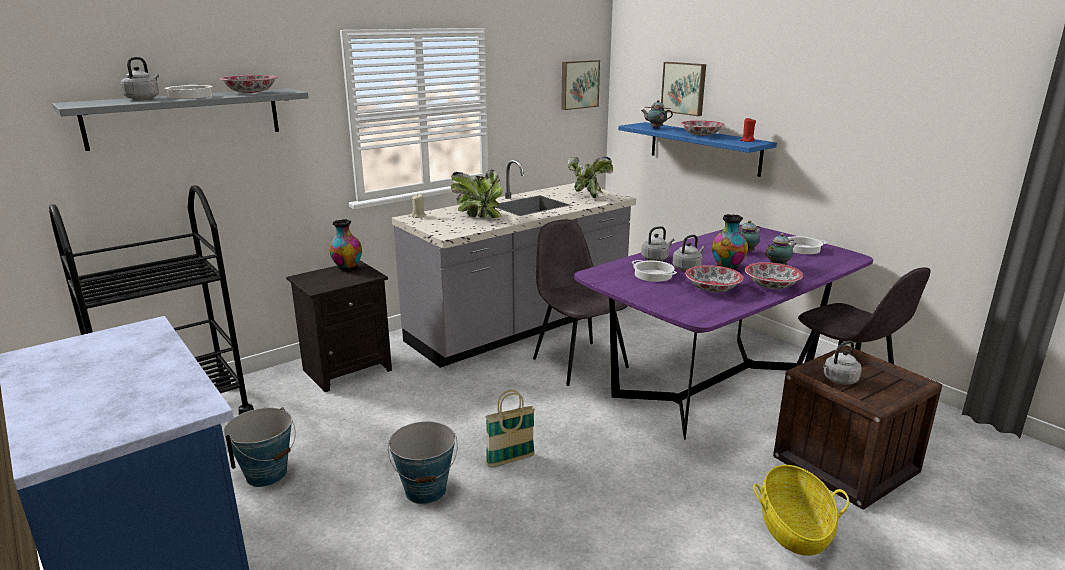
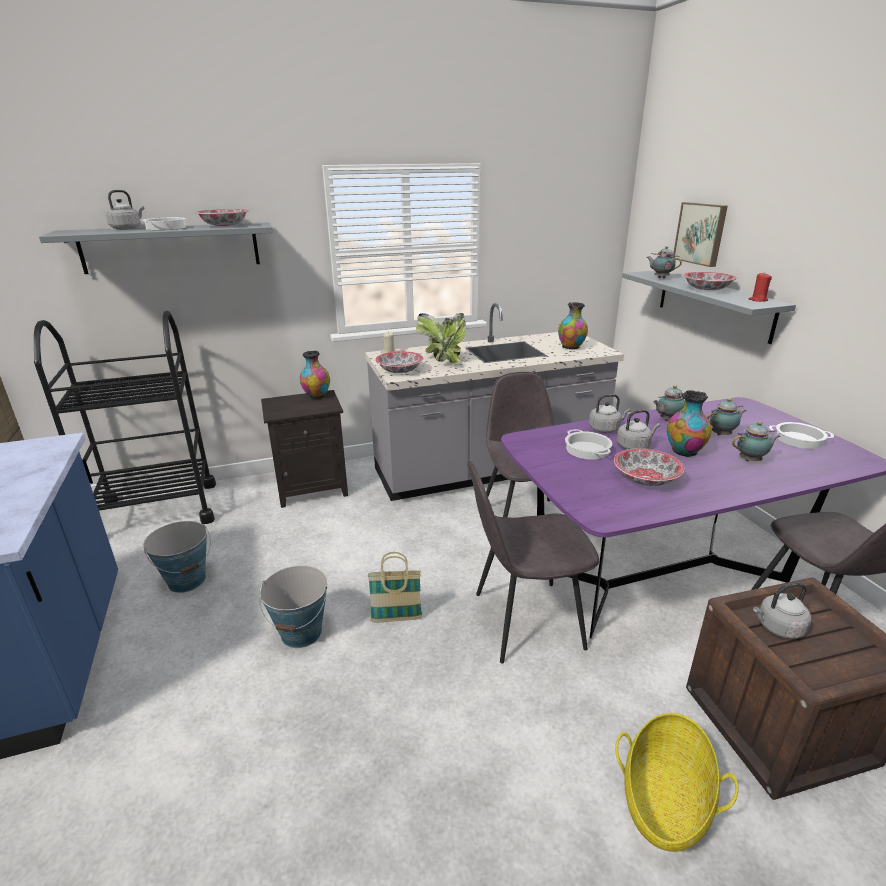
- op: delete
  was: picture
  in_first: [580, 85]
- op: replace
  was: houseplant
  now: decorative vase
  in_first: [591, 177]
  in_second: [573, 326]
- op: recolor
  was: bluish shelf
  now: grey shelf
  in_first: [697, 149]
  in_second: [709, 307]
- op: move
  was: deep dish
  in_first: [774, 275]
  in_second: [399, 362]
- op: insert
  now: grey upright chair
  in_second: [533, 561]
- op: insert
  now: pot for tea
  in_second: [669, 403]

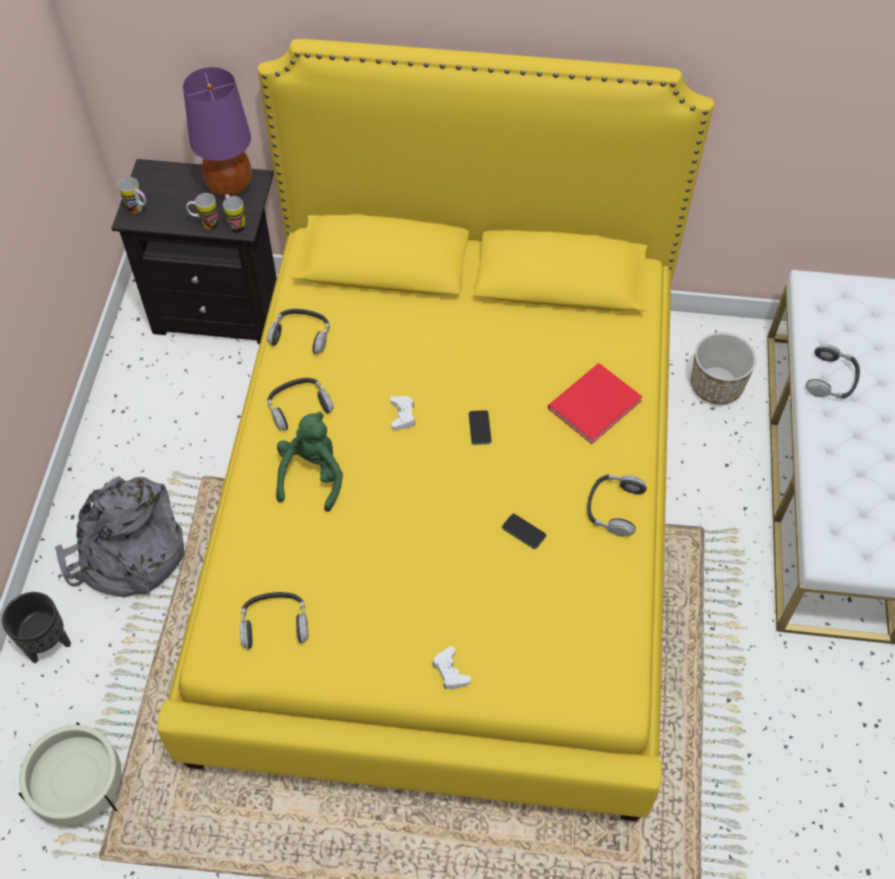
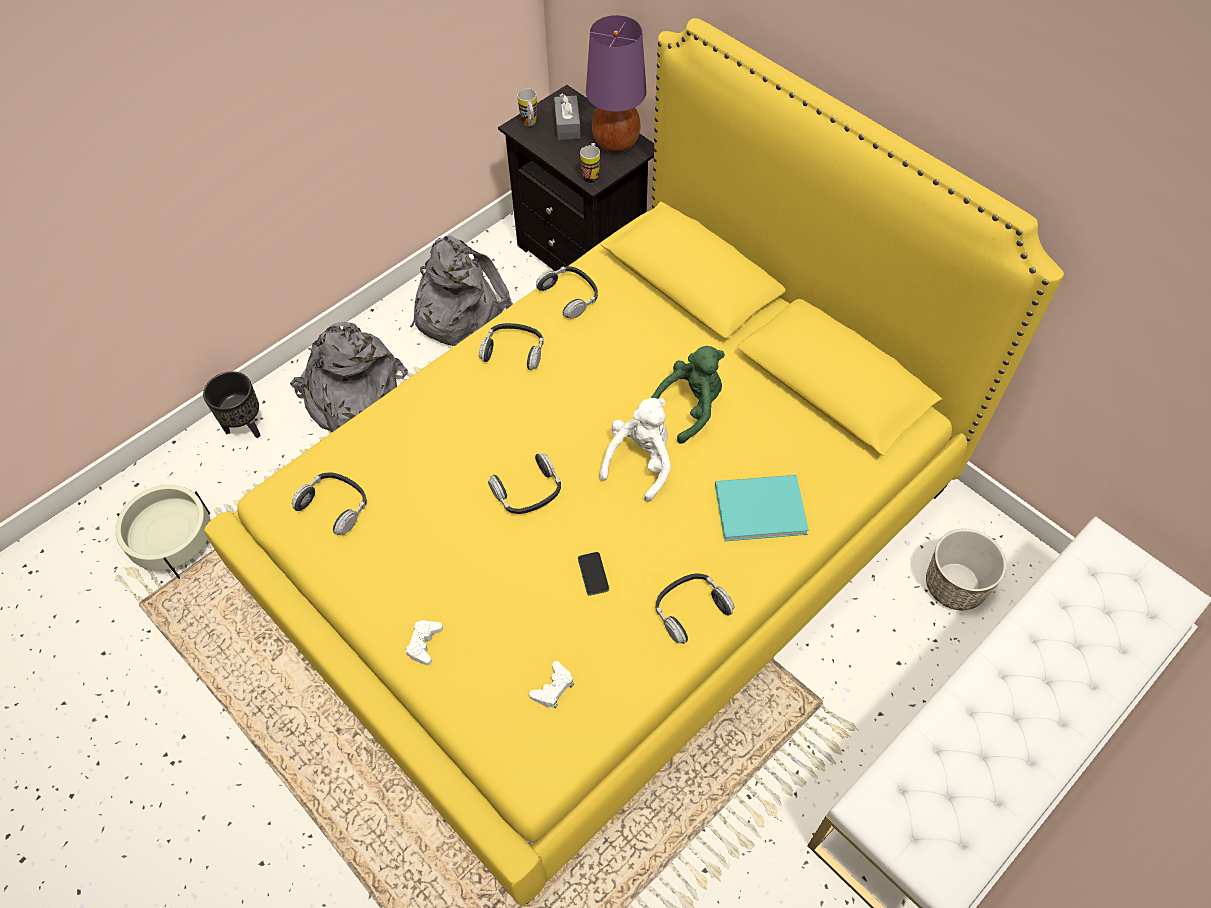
- op: delete
  was: tea mug
  in_first: [202, 211]
- op: move
  was: green cuddly toy
  in_first: [309, 462]
  in_second: [688, 395]
- op: move
  was: white-coloured game controller
  in_first: [402, 413]
  in_second: [551, 684]
- op: replace
  was: handset
  now: white-coloured cuddly toy
  in_first: [480, 427]
  in_second: [635, 450]
- op: recolor
  was: red bound book
  now: turquoise bound book
  in_first: [595, 403]
  in_second: [762, 508]
- op: move
  was: headphones
  in_first: [832, 371]
  in_second: [524, 483]
- op: insert
  now: grey rucksack
  in_second: [461, 291]
- op: insert
  now: grey box of tissues
  in_second: [567, 116]

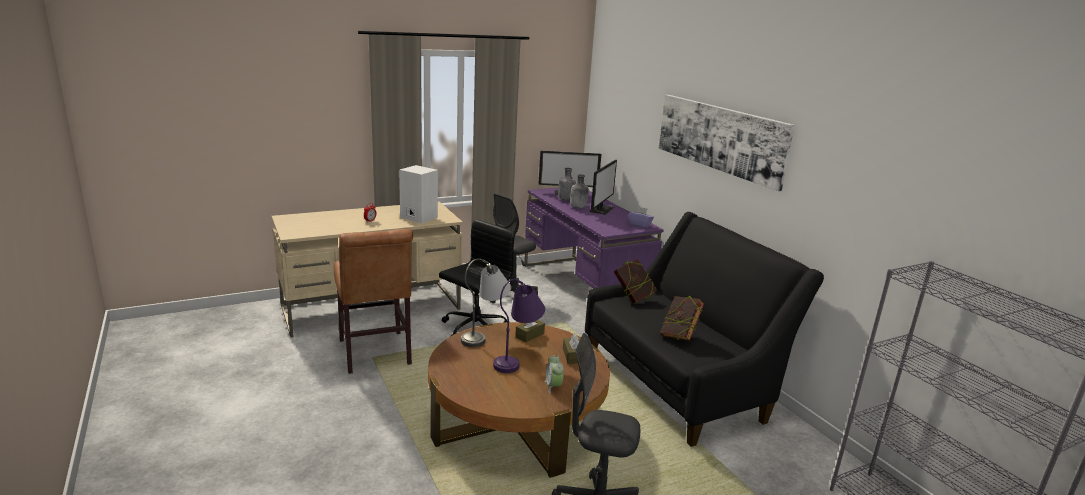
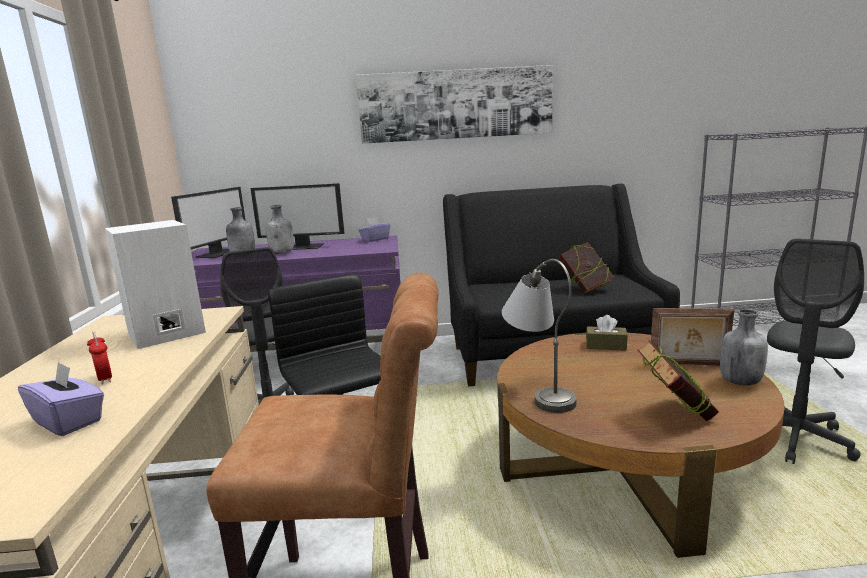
- op: delete
  was: purplish tabletop lamp
  in_first: [519, 326]
- op: delete
  was: brown-coloured box of tissues
  in_first: [530, 331]
- op: replace
  was: bedside clock
  now: picture frame
  in_first: [554, 374]
  in_second: [692, 336]
- op: rotate
  was: computer screen
  in_first: [603, 187]
  in_second: [297, 216]
  clockwise: 135
- op: move
  was: bound book
  in_first: [635, 281]
  in_second: [678, 381]
- op: insert
  now: purplish box of tissues
  in_second: [61, 398]
- op: insert
  now: grey drink bottle
  in_second: [744, 347]

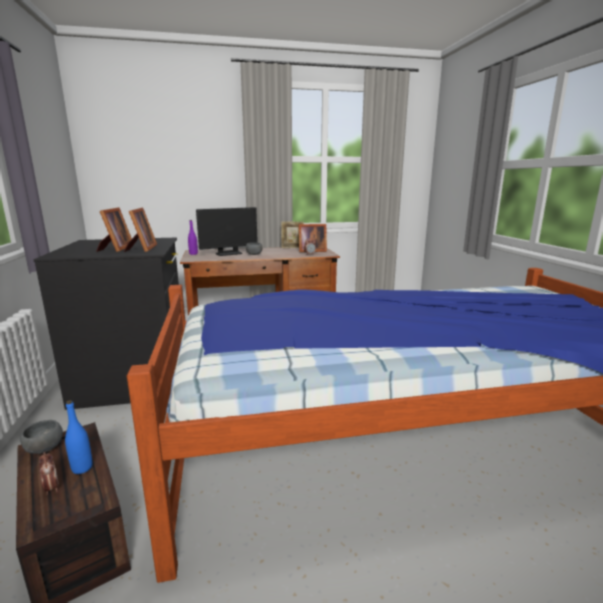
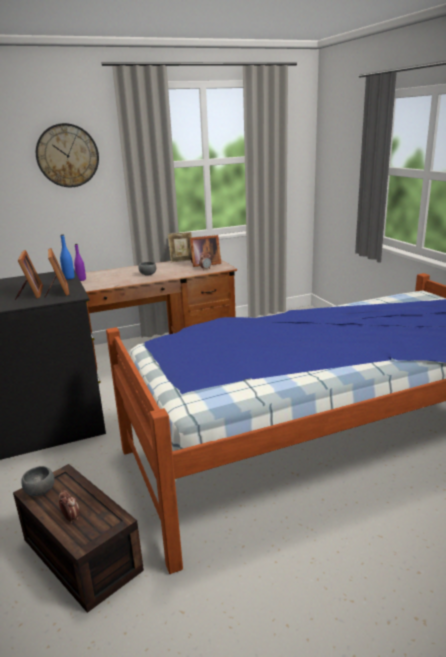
- op: move
  was: bluish drink bottle
  in_first: [79, 437]
  in_second: [67, 257]
- op: delete
  was: computer screen
  in_first: [227, 231]
- op: insert
  now: clock on the wall
  in_second: [67, 155]

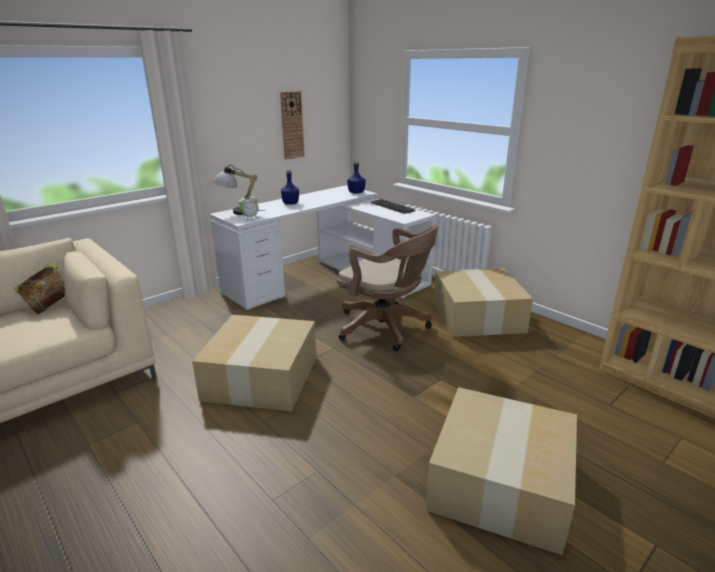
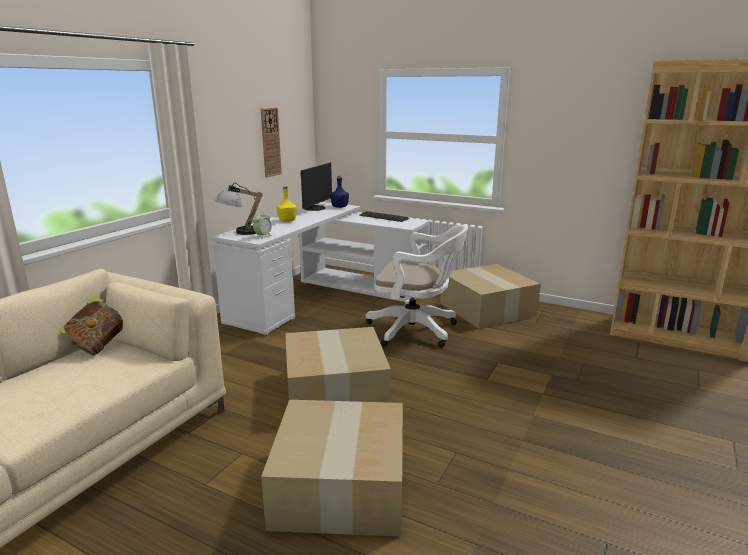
- op: recolor
  was: bluish drink bottle
  now: yellowish drink bottle
  in_first: [290, 187]
  in_second: [287, 204]
- op: recolor
  was: brown-coloured desk chair
  now: white-coloured desk chair
  in_first: [387, 288]
  in_second: [417, 286]
- op: move
  was: carton
  in_first: [501, 471]
  in_second: [332, 468]
- op: insert
  now: computer screen
  in_second: [316, 187]

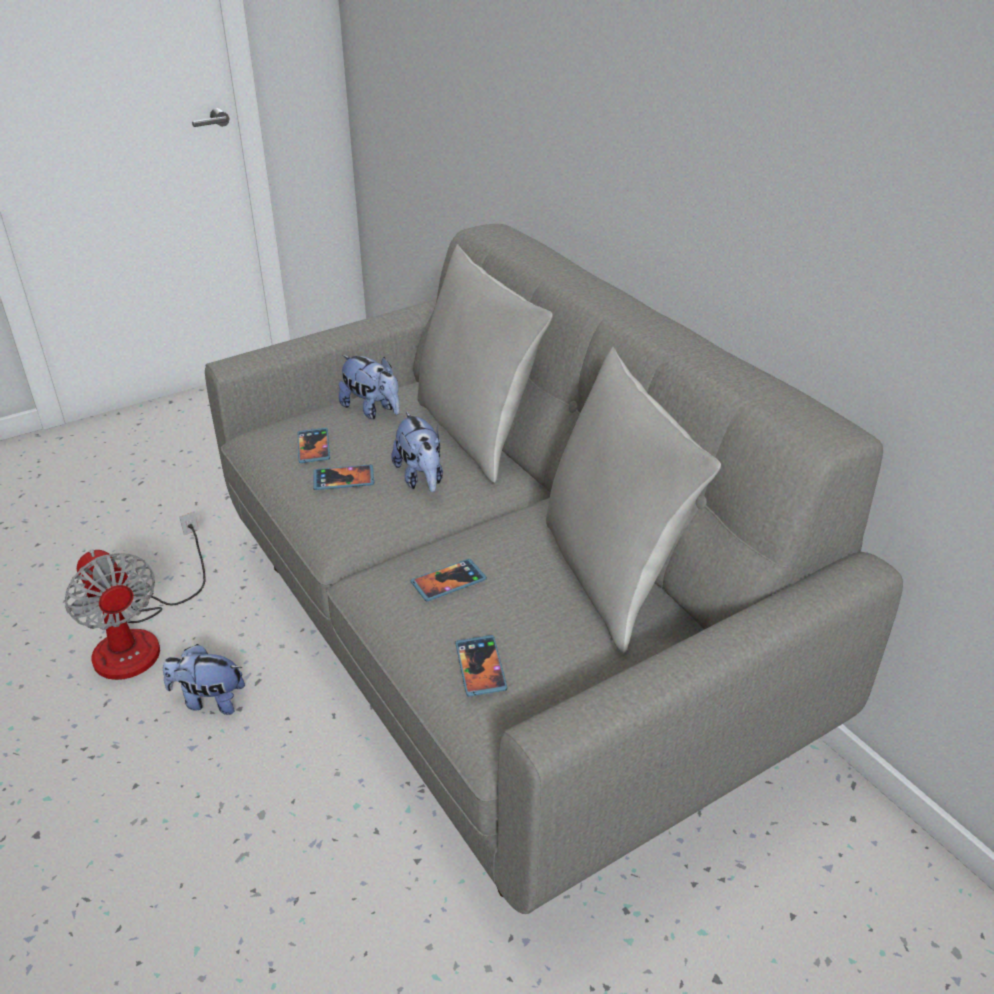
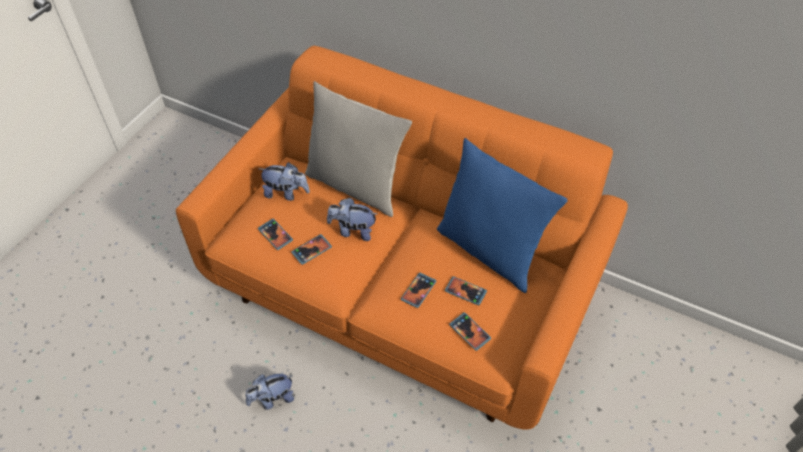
- op: delete
  was: electric fan
  in_first: [135, 595]
- op: recolor
  was: grey settee
  now: orange-coloured settee
  in_first: [554, 569]
  in_second: [402, 238]
- op: rotate
  was: cuddly toy
  in_first: [417, 451]
  in_second: [352, 219]
  clockwise: 150
- op: recolor
  was: grey throw pillow
  now: bluish throw pillow
  in_first: [633, 500]
  in_second: [502, 215]
- op: insert
  now: handset
  in_second: [466, 290]

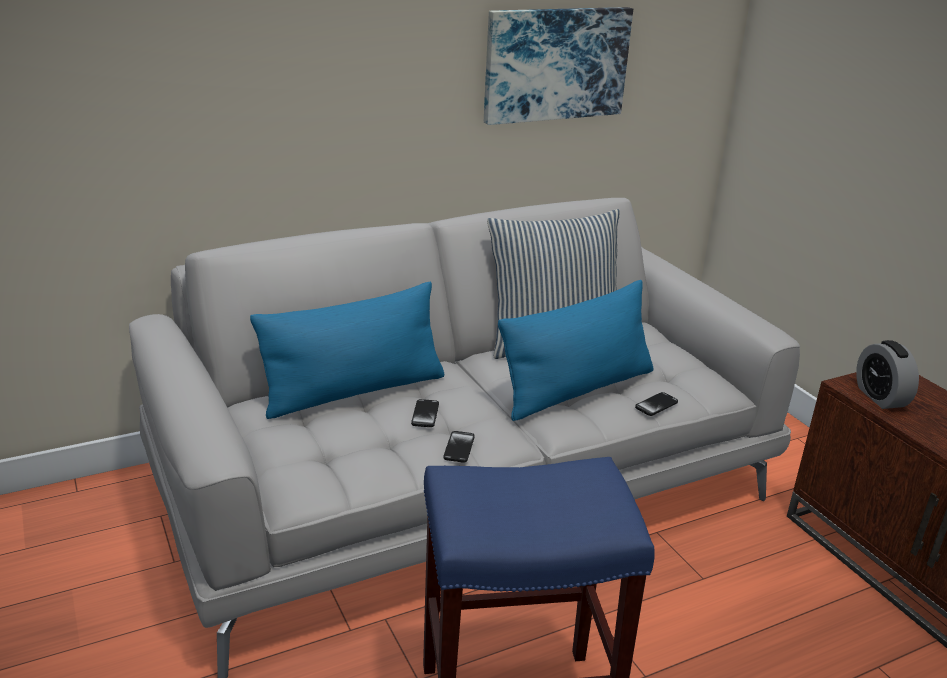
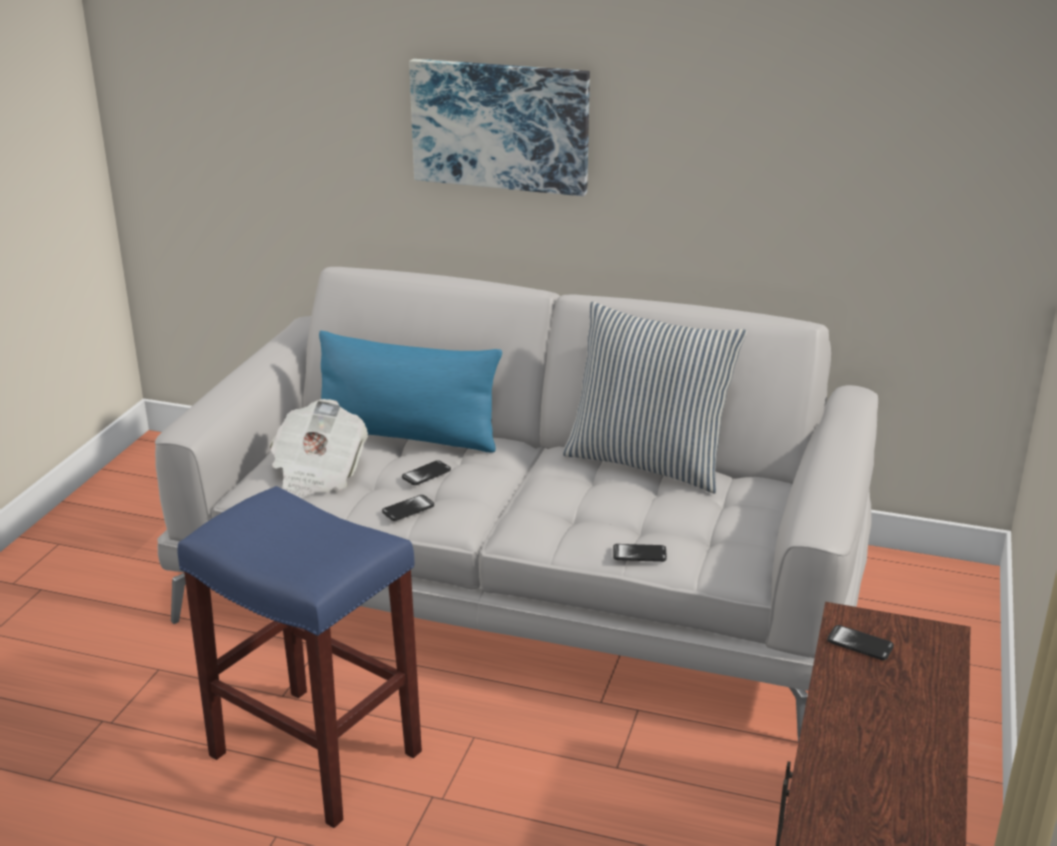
- op: move
  was: picture
  in_first: [558, 66]
  in_second: [499, 127]
- op: delete
  was: bluish throw pillow
  in_first: [576, 350]
- op: replace
  was: bedside clock
  now: handset
  in_first: [887, 374]
  in_second: [860, 642]
- op: insert
  now: daily paper
  in_second: [319, 448]

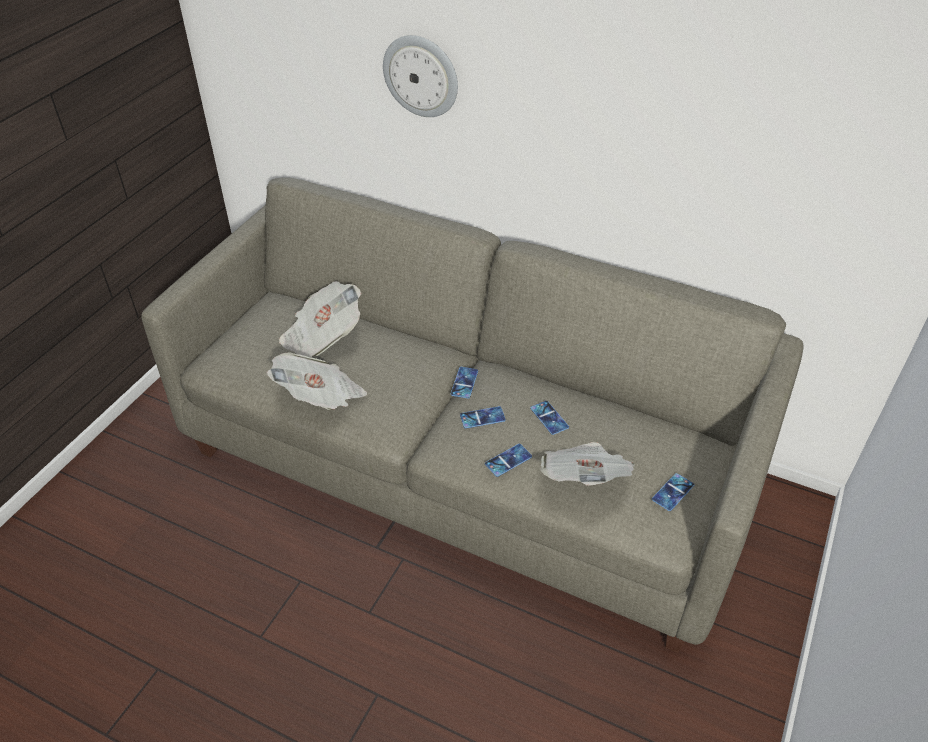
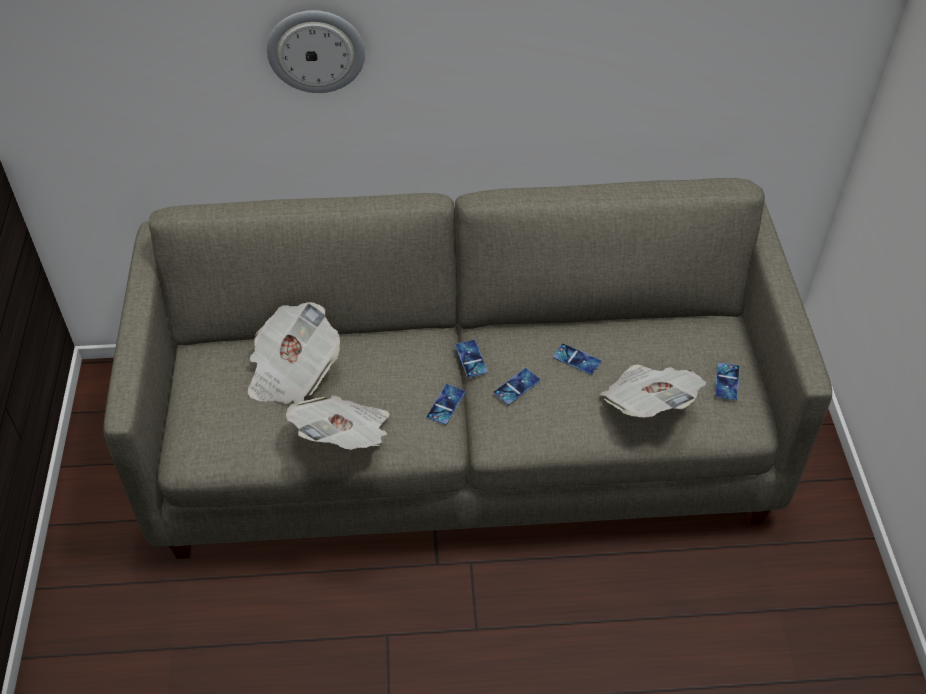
- op: move
  was: handset
  in_first: [508, 460]
  in_second: [446, 404]

